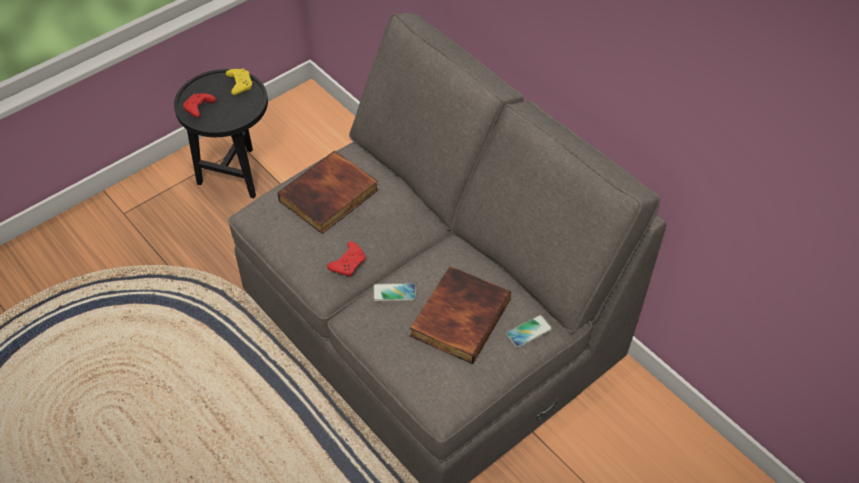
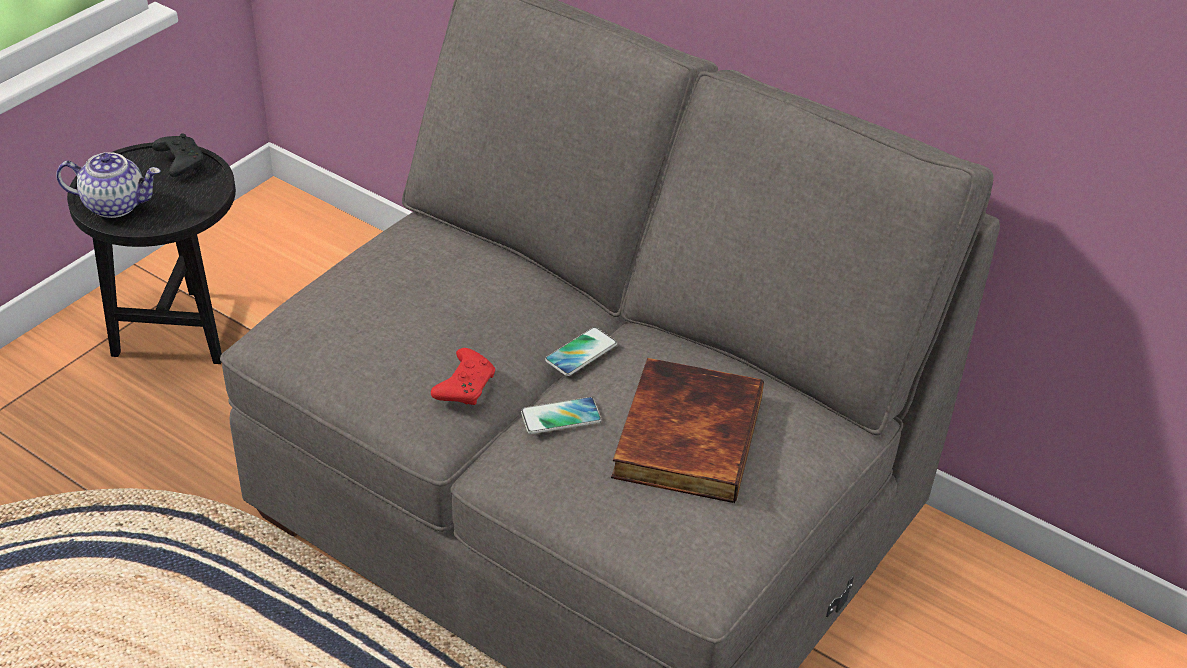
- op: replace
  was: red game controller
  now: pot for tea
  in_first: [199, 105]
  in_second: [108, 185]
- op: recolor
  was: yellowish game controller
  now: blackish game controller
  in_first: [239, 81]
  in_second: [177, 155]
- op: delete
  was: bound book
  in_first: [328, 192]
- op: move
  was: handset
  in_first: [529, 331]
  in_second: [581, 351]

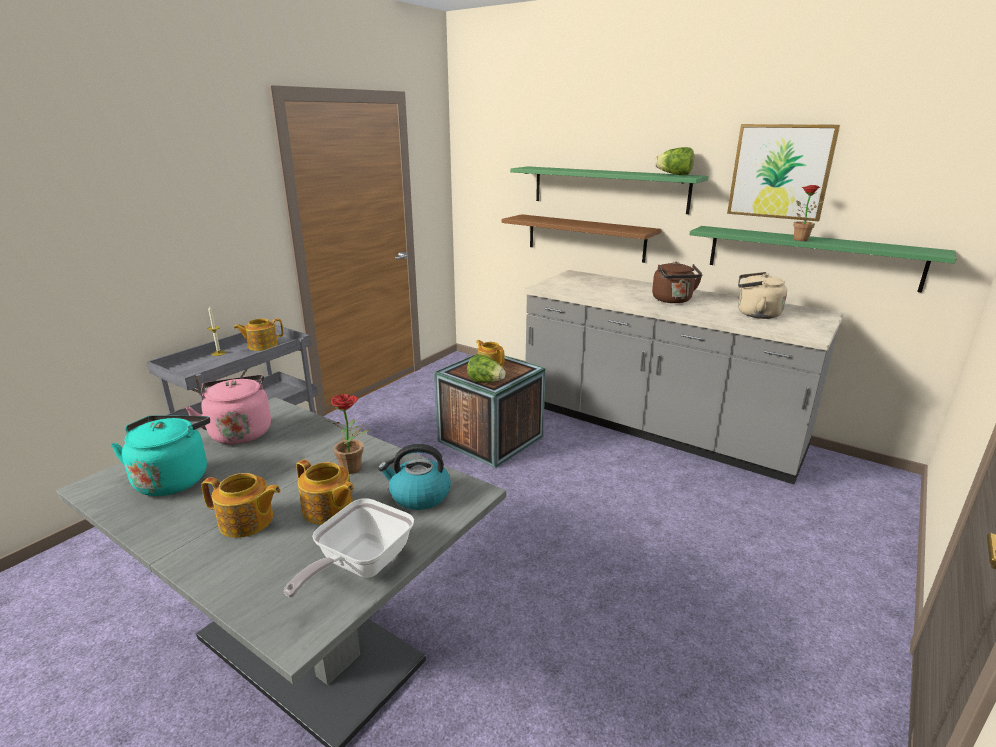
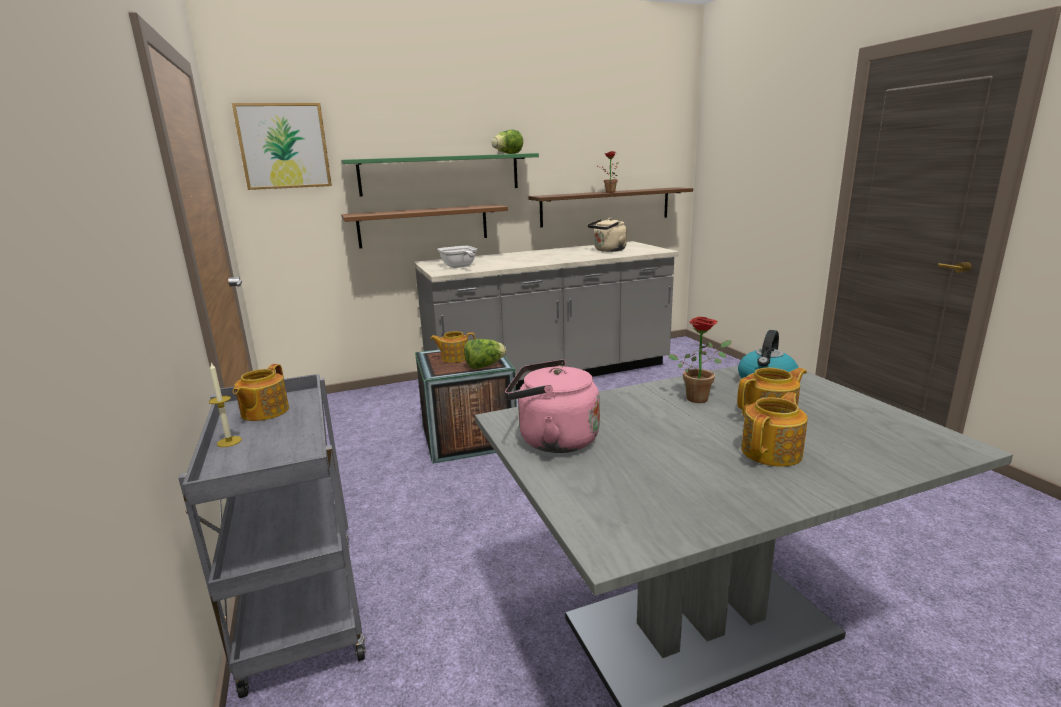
- op: delete
  was: turquoise kettle
  in_first: [160, 455]
- op: move
  was: skillet
  in_first: [349, 548]
  in_second: [457, 257]
- op: delete
  was: brown-coloured kettle
  in_first: [677, 282]
- op: recolor
  was: green shelf
  now: brown-coloured shelf
  in_first: [823, 259]
  in_second: [611, 207]
- op: move
  was: picture
  in_first: [783, 172]
  in_second: [282, 146]

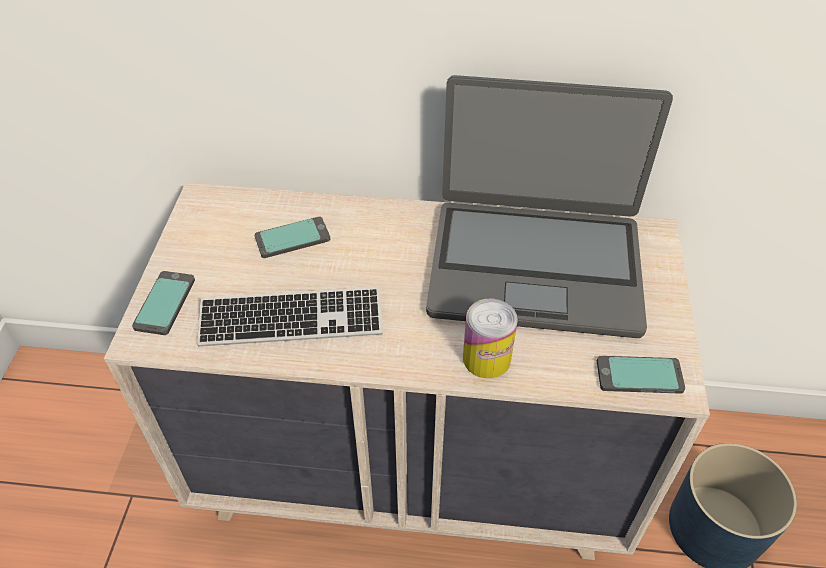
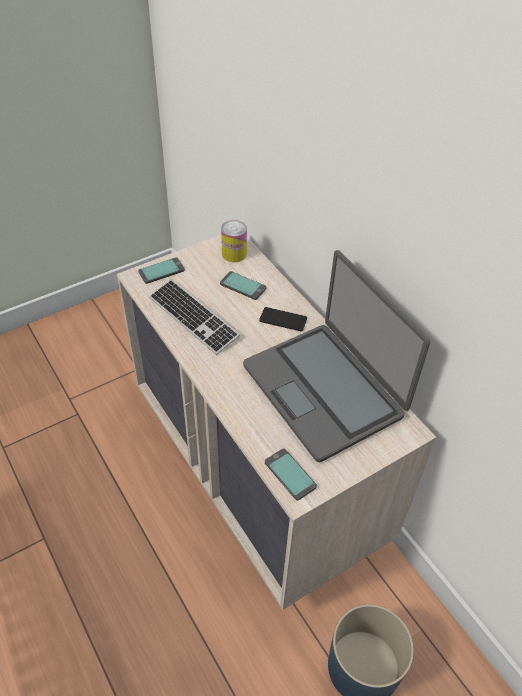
- op: move
  was: metal can
  in_first: [490, 338]
  in_second: [234, 241]
- op: insert
  now: handset
  in_second: [283, 319]

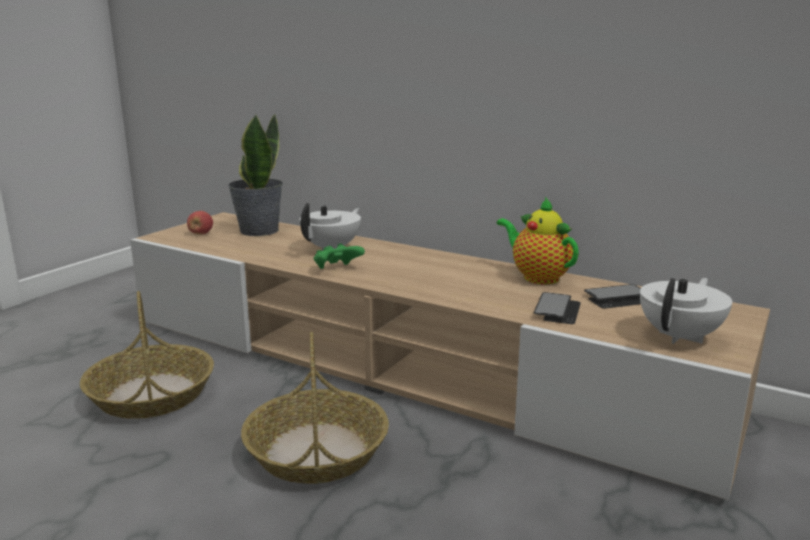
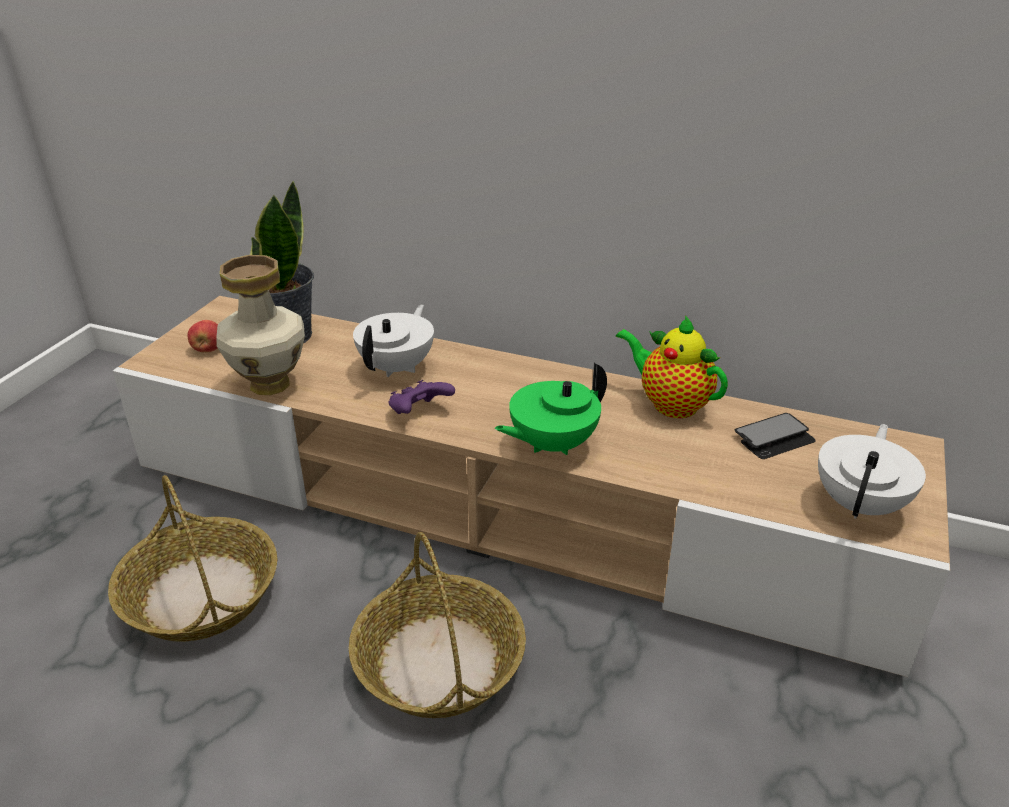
- op: recolor
  was: green game controller
  now: purplish game controller
  in_first: [339, 256]
  in_second: [421, 397]
- op: delete
  was: handset
  in_first: [557, 308]
- op: insert
  now: decorative vase
  in_second: [260, 325]
- op: insert
  now: green pot for tea
  in_second: [551, 408]

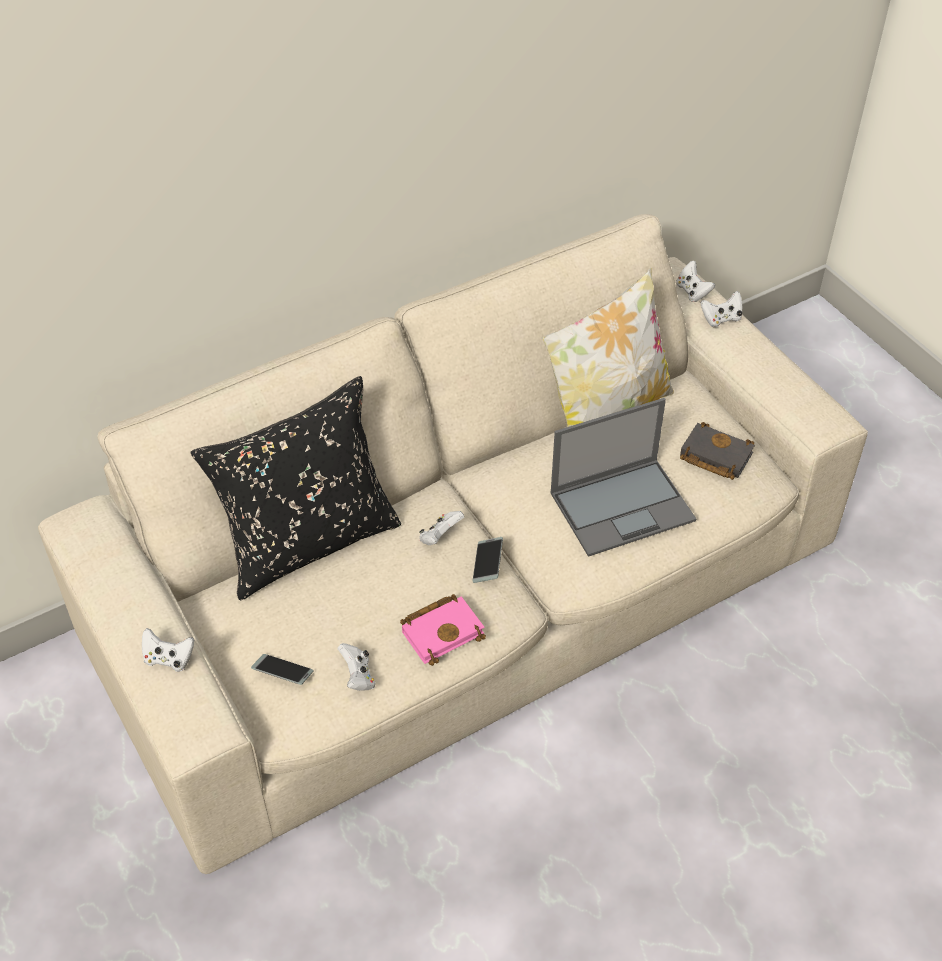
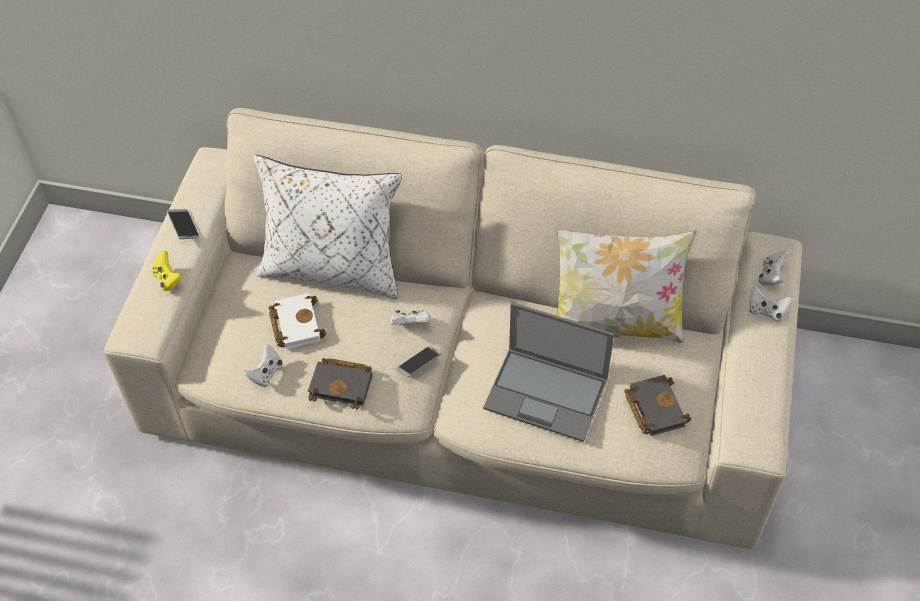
- op: recolor
  was: white-coloured game controller
  now: yellowish game controller
  in_first: [168, 650]
  in_second: [167, 271]
- op: recolor
  was: blackish throw pillow
  now: white-coloured throw pillow
  in_first: [296, 488]
  in_second: [327, 227]
- op: move
  was: handset
  in_first: [282, 669]
  in_second: [183, 224]
- op: recolor
  was: pink-coloured bound book
  now: blackish bound book
  in_first: [443, 630]
  in_second: [340, 384]
- op: insert
  now: white-coloured bound book
  in_second: [297, 321]

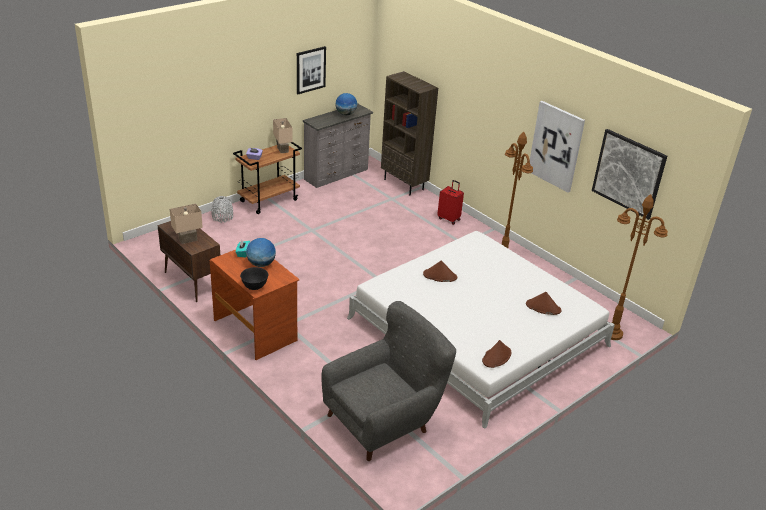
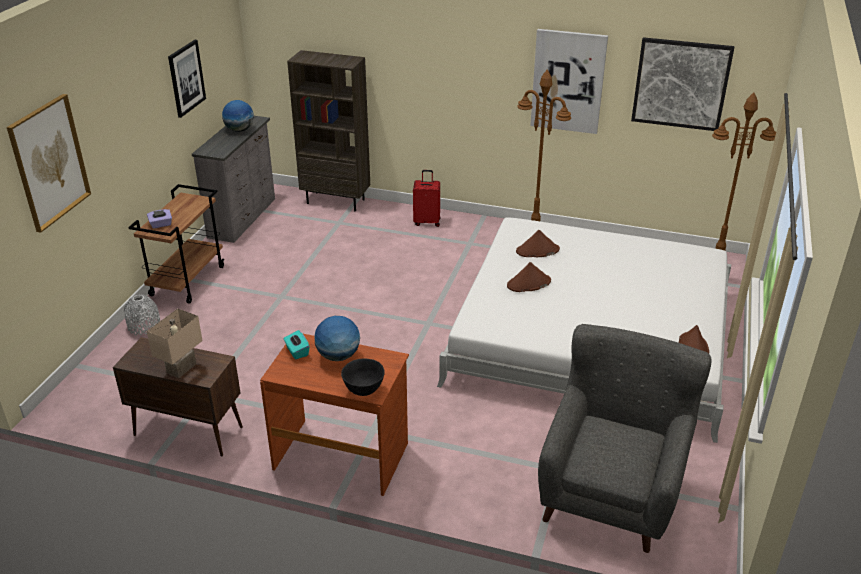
- op: delete
  was: sand-coloured tabletop lamp
  in_first: [283, 135]
- op: move
  was: brown-coloured wearable hat
  in_first: [544, 303]
  in_second: [538, 243]
- op: insert
  now: picture
  in_second: [49, 163]

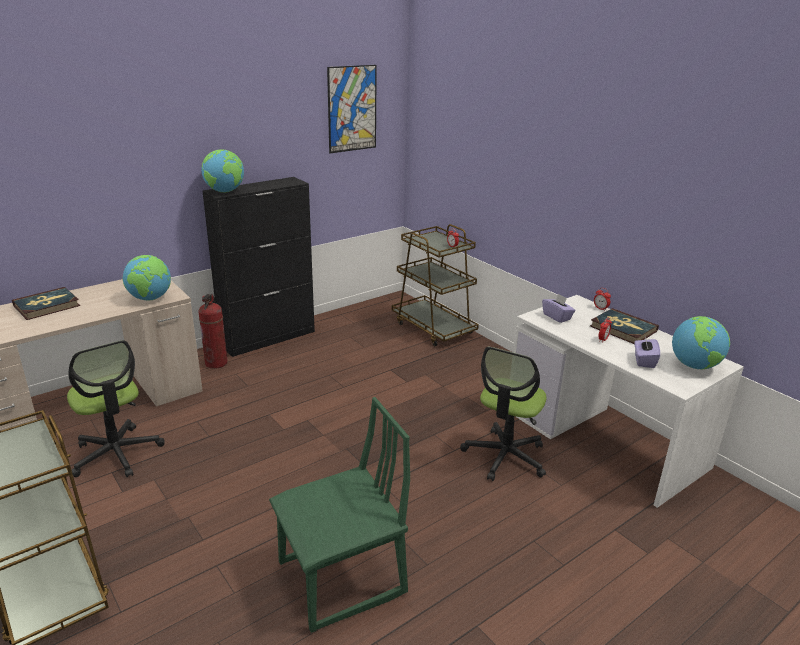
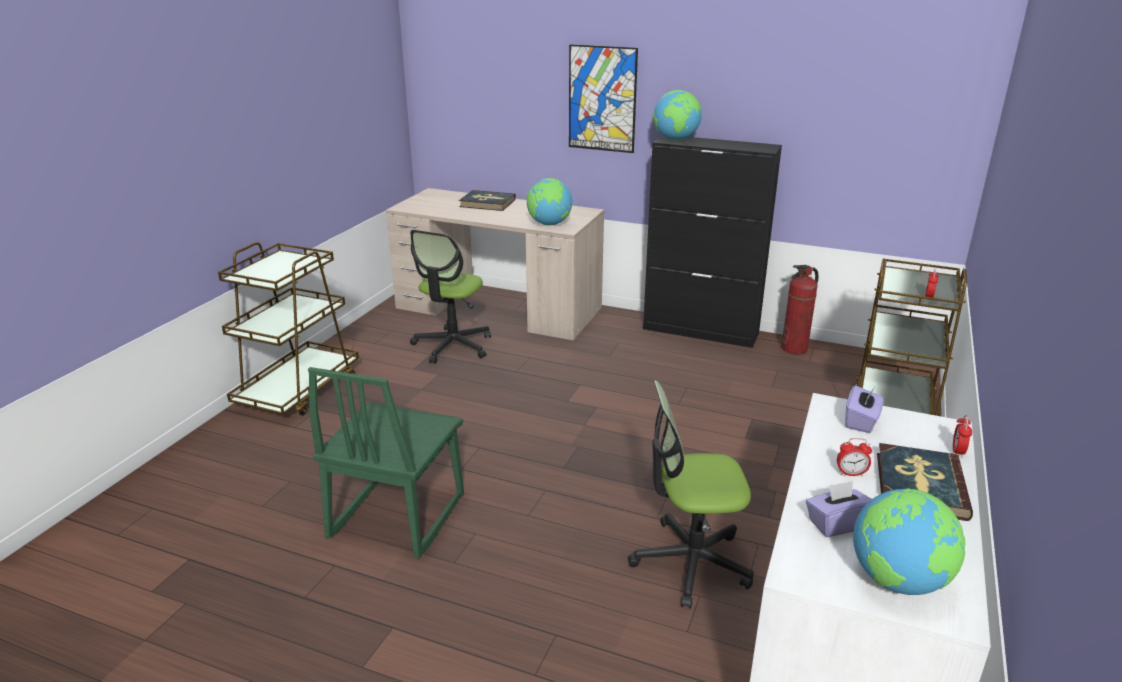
- op: move
  was: fire-fighting cylinder
  in_first: [213, 331]
  in_second: [800, 310]
- op: rotate
  was: green upright chair
  in_first: [339, 515]
  in_second: [386, 463]
  clockwise: 75
- op: move
  was: picture
  in_first: [352, 109]
  in_second: [603, 98]

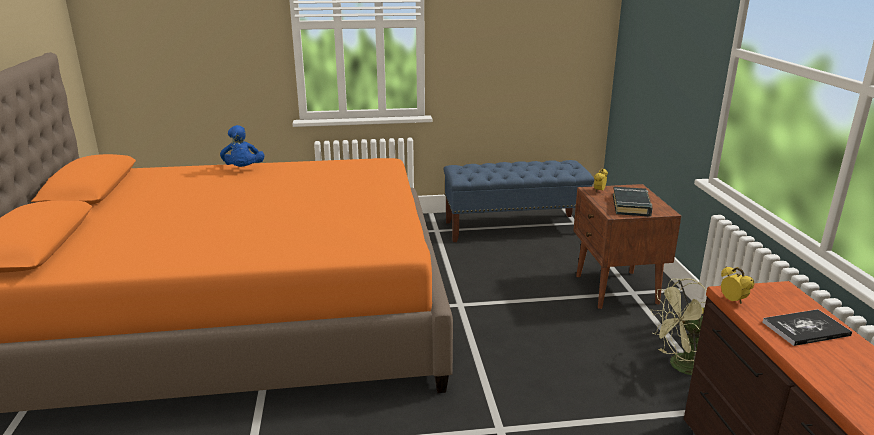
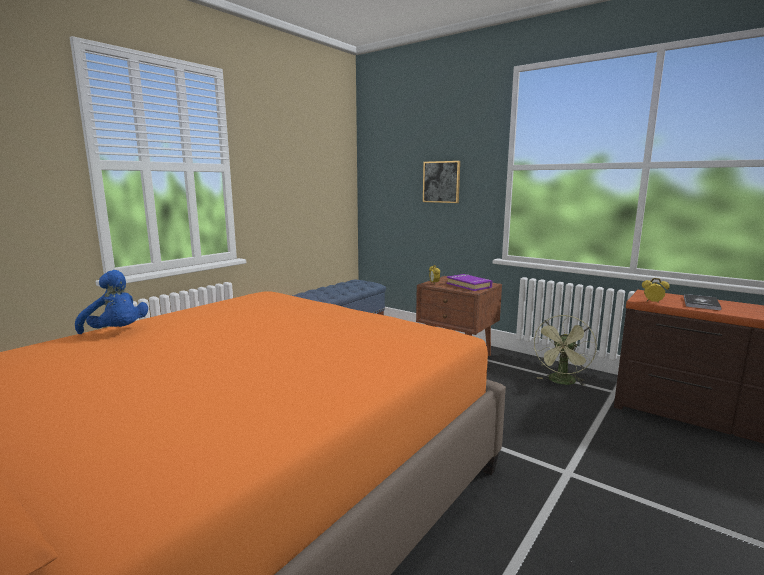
- op: recolor
  was: blackish bound book
  now: purplish bound book
  in_first: [633, 202]
  in_second: [469, 282]
- op: insert
  now: picture
  in_second: [441, 182]

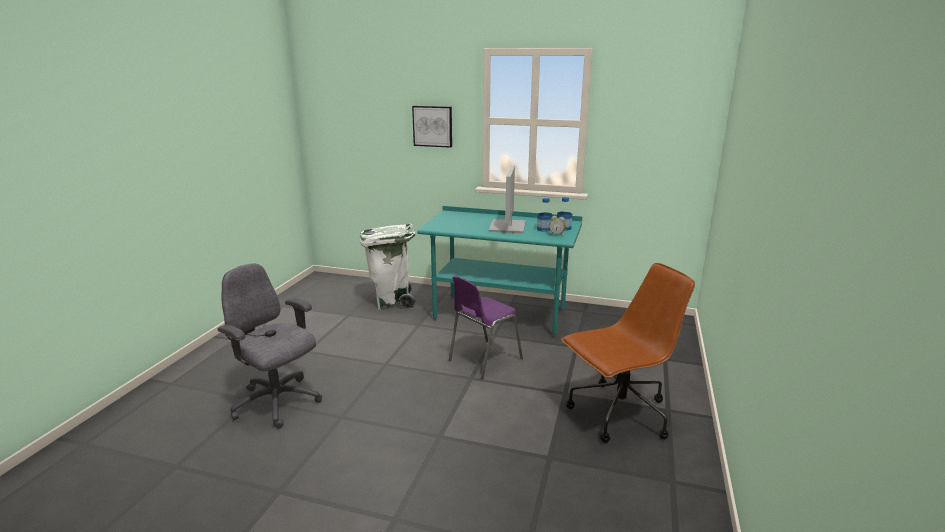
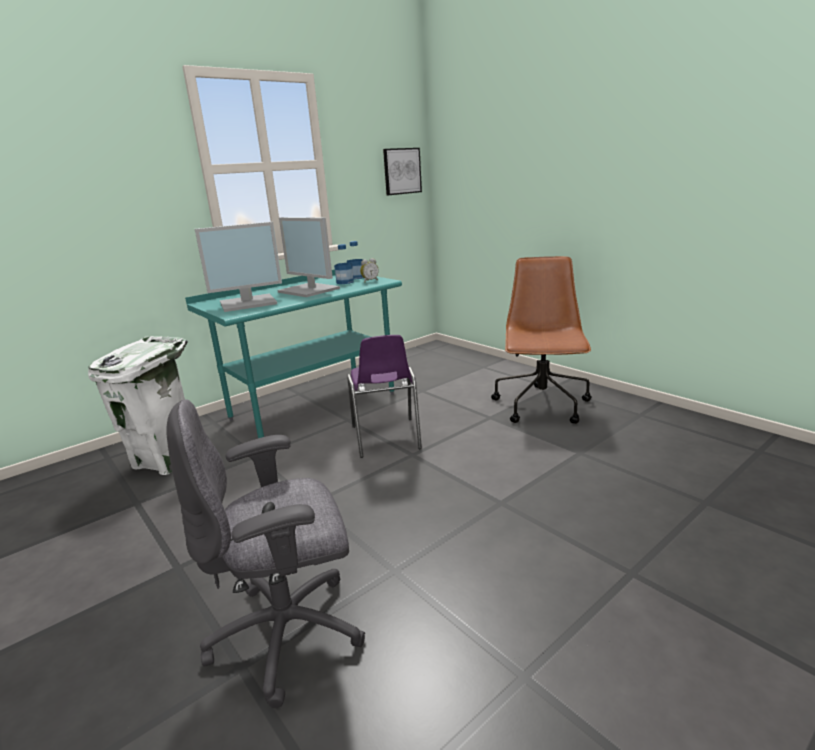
- op: move
  was: picture
  in_first: [432, 127]
  in_second: [402, 171]
- op: insert
  now: computer screen
  in_second: [238, 267]

